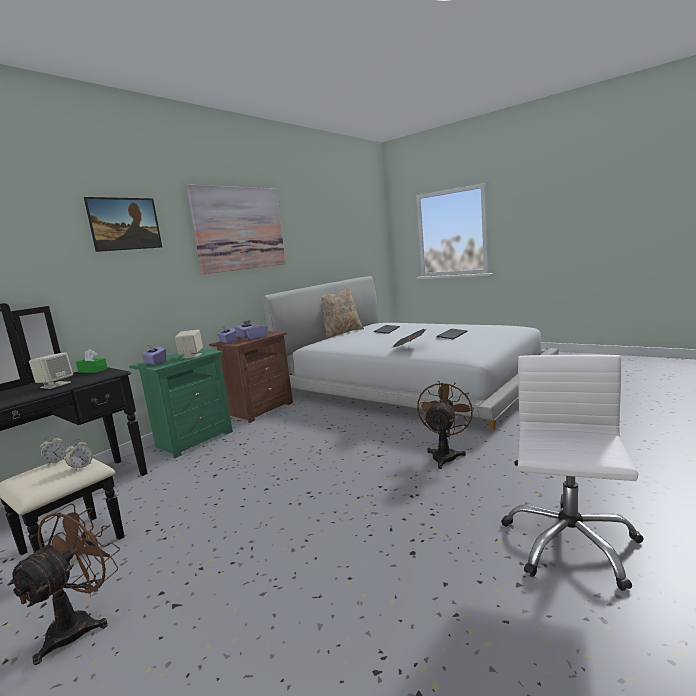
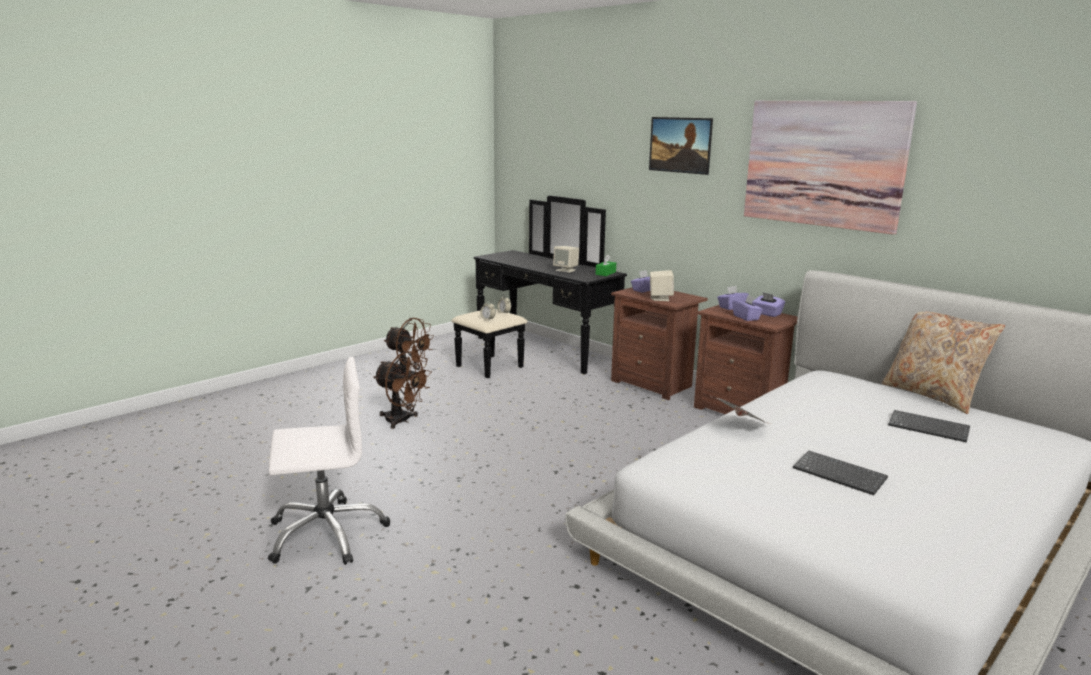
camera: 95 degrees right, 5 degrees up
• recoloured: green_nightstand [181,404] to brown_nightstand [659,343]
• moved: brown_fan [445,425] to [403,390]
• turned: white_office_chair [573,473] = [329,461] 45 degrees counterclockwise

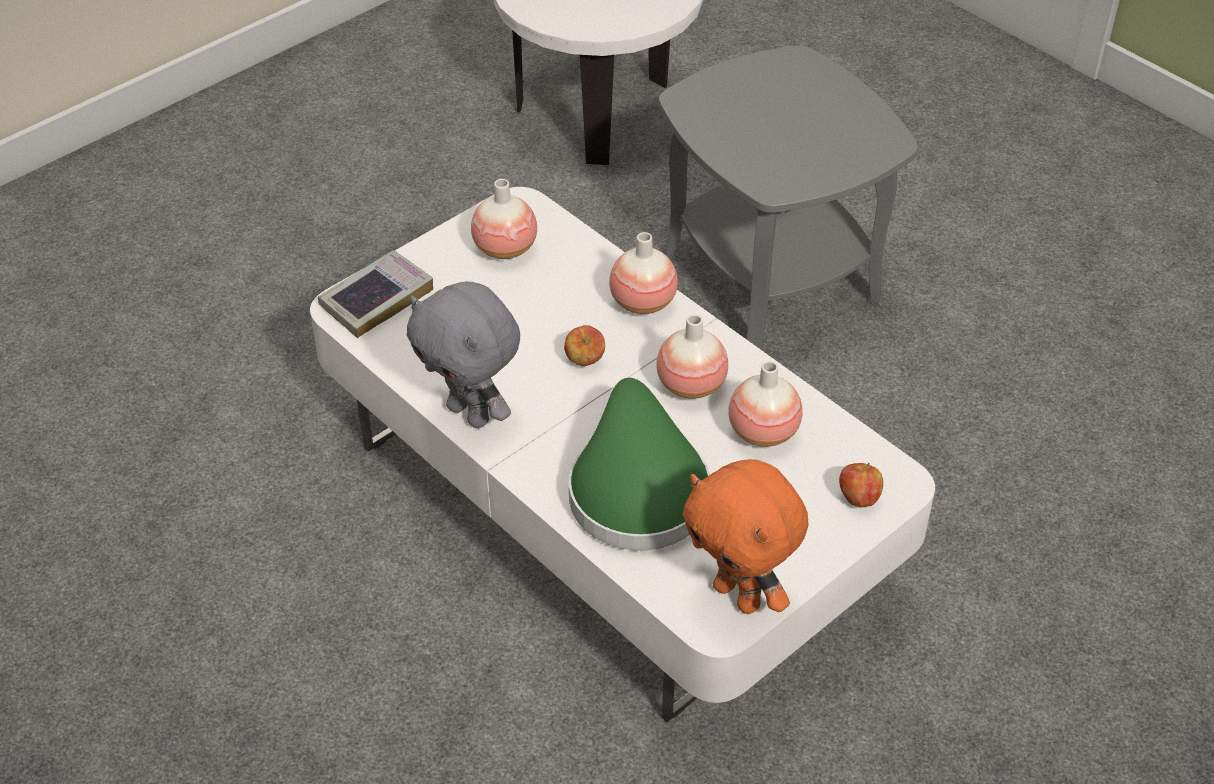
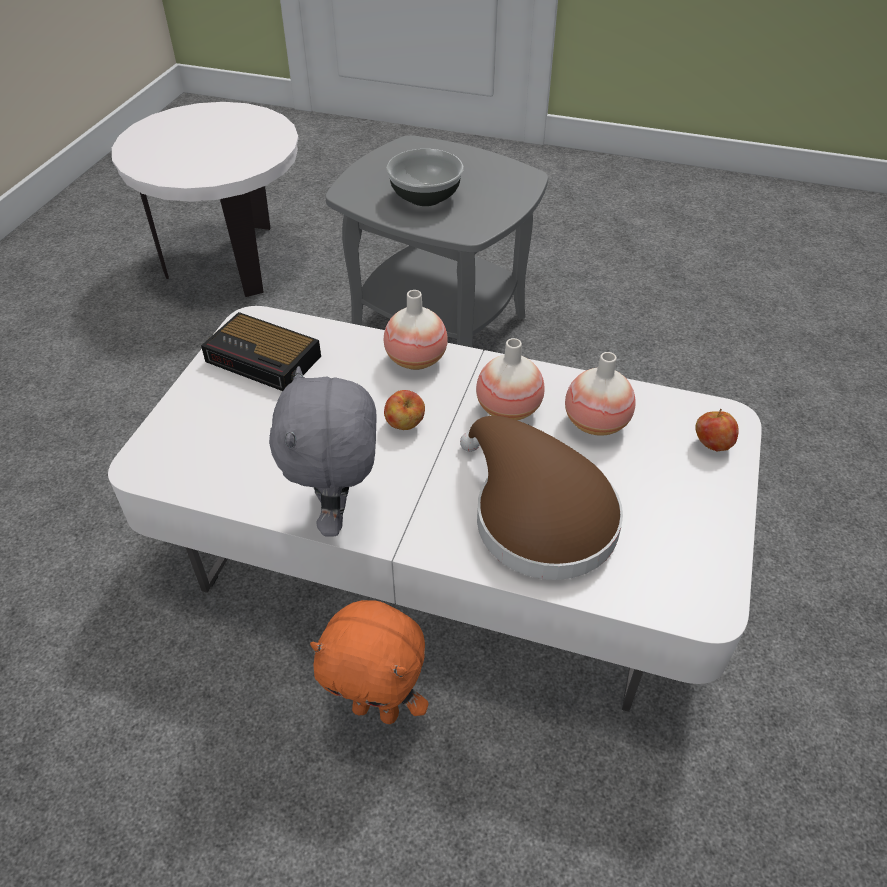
camera: 30 degrees left, 0 degrees up
• removed: book [375,294]
• turned: grey_plush_toy [463,354] = [322,451] 75 degrees clockwise
• replaced: vase [504,219] to alarm_clock [261,351]
• recoloured: green_hat [639,464] to brown_hat [541,498]
• moved: orange_plush_toy [745,536] to [369,662]
• added: bowl [425,177]

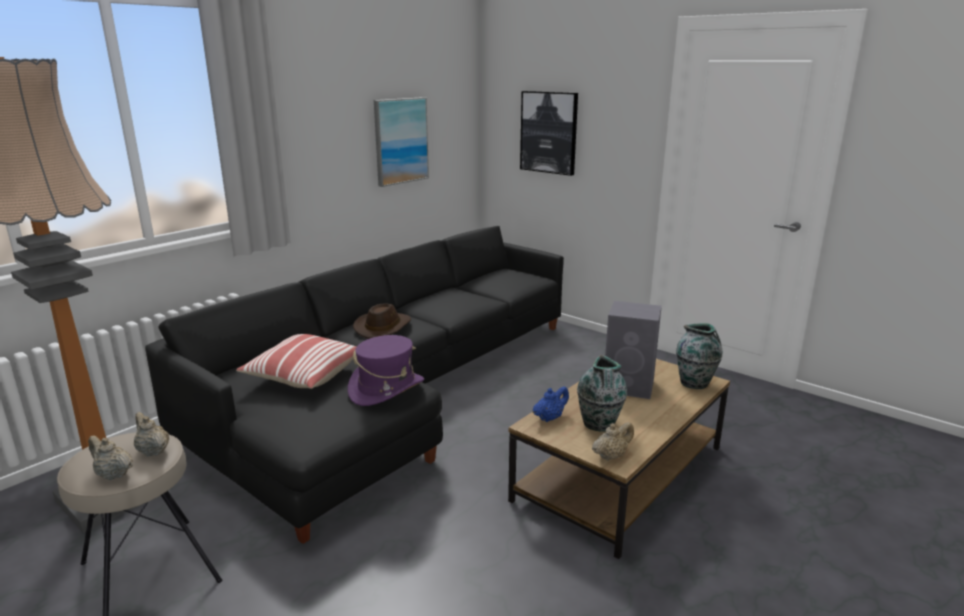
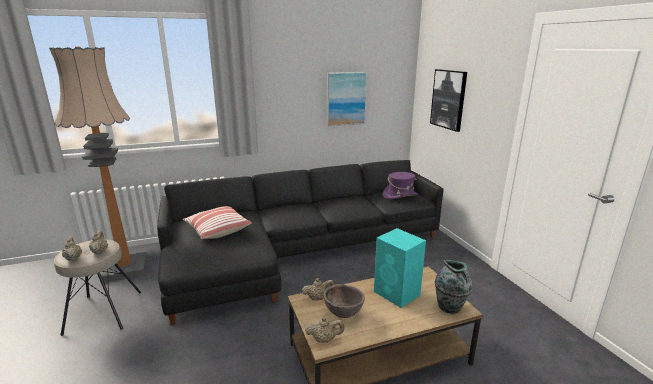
camera: 30 degrees right, 0 degrees up
• moved: purple_hat [386,370] to [401,185]
• removed: brown_hat [382,321]
• recoloured: blue_teapot [551,404] to beige_teapot [318,289]
• replaced: vase [602,393] to brown_bowl [344,301]
• recoloured: grey_speaker [633,350] to turquoise_speaker [400,268]

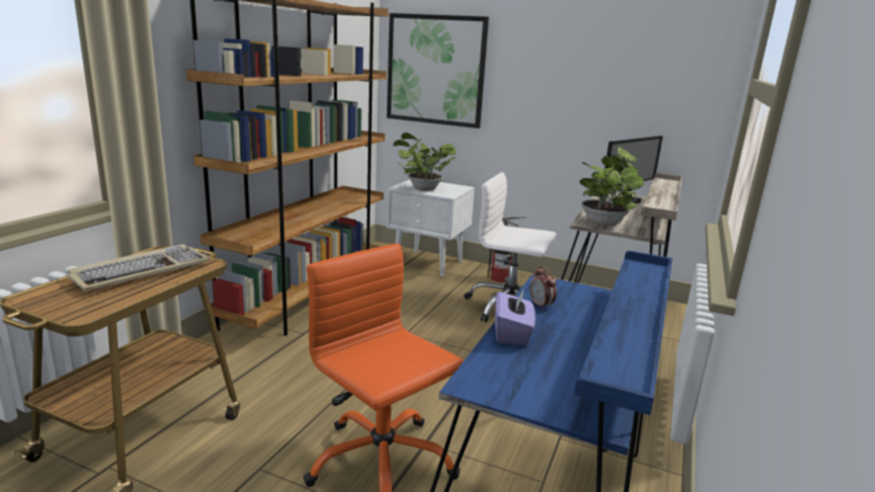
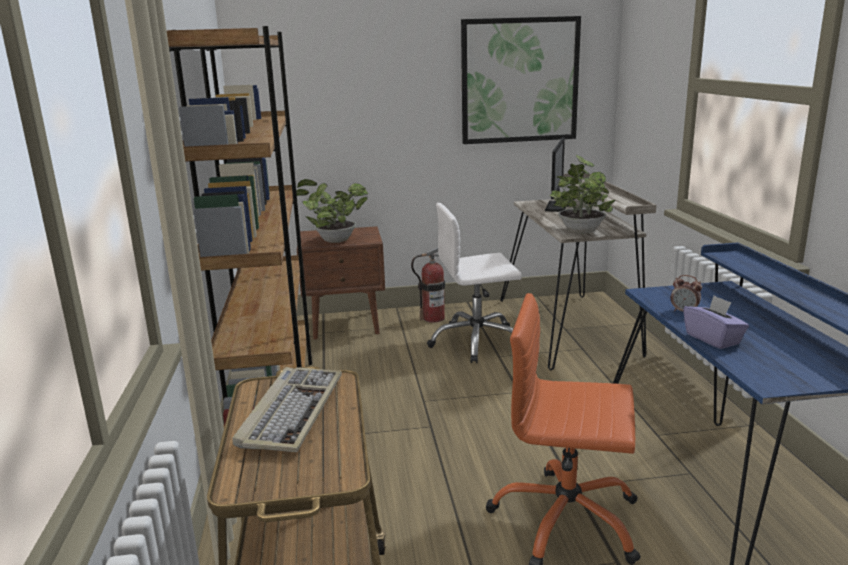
camera: 30 degrees left, 0 degrees up
• recoloured: white_nightstand [430,228] to brown_nightstand [341,283]
• moved: picture [438,70] to [521,80]

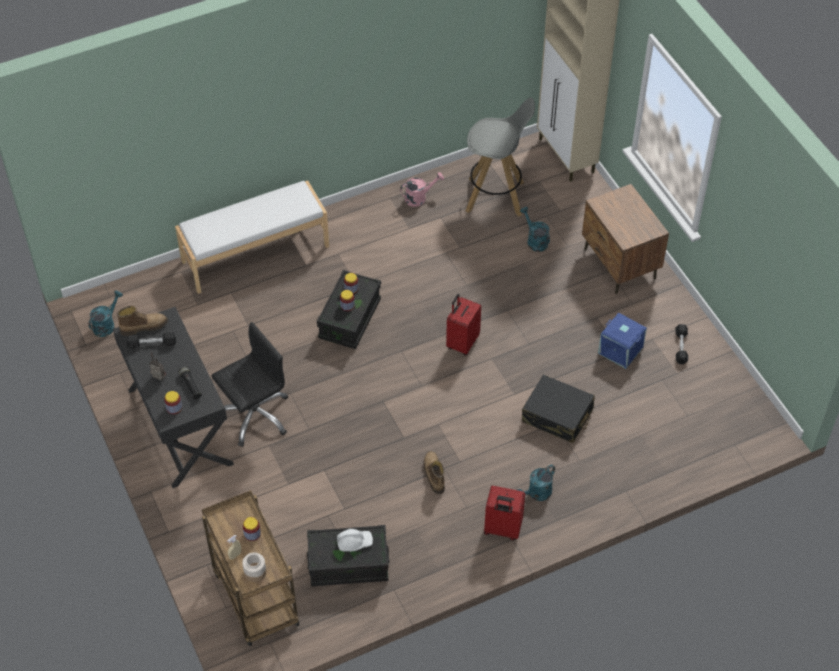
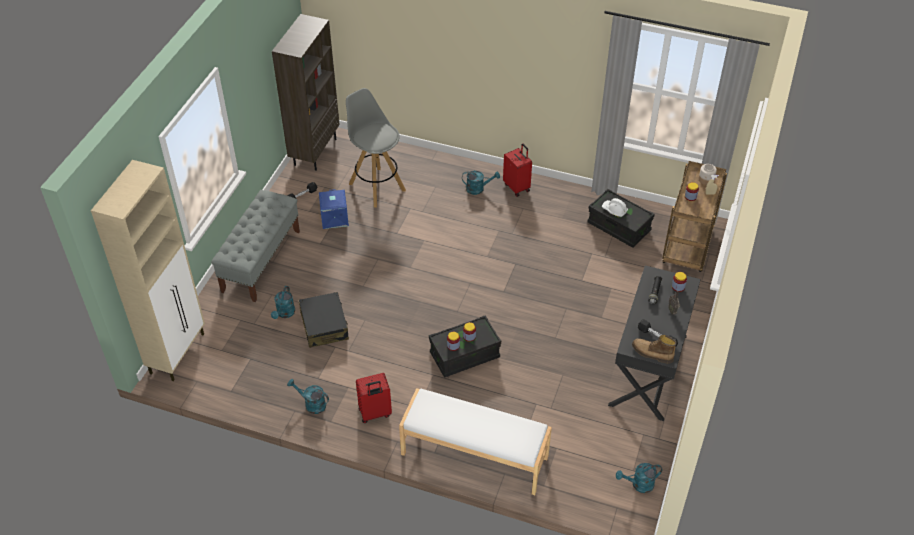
camera: 135 degrees left, 5 degrees down
• removed: black_office_chair [249,384]
• recoloured: pink_watering_can [422,189] to turquoise_watering_can [308,396]
• removed: boot [434,472]
• moved: red_suitcase [463,324] to [374,398]
• moved: grey_stool [500,156] to [376,148]
• moved: black_suitcase [558,409] to [324,320]
• replaced: brown_nightstand [625,239] to grey_bench [255,246]
• added: brown_bookcase [306,92]

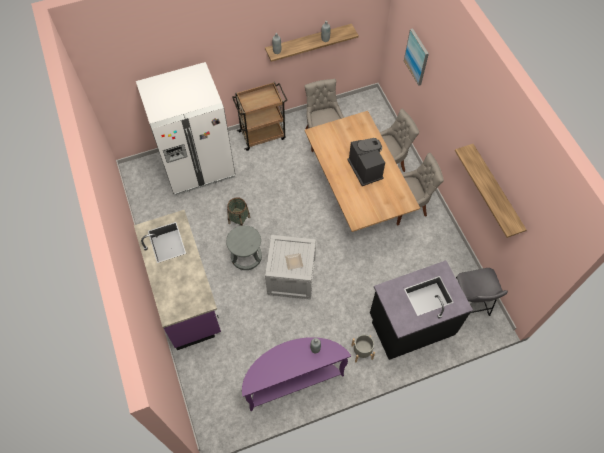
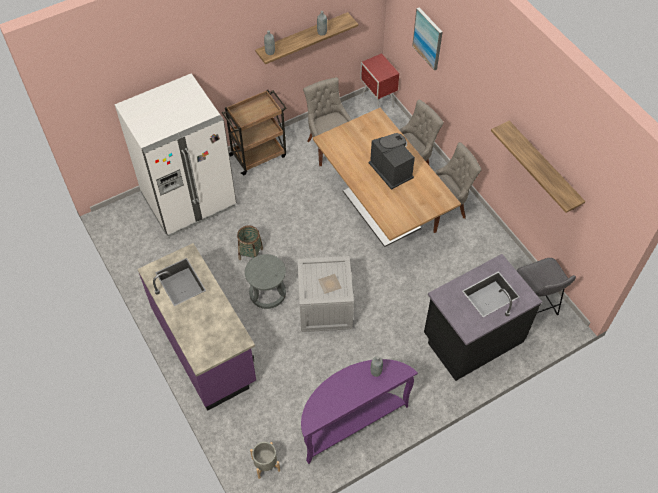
camera: 10 degrees left, 5 degrees down
• moved: grey_planter [363,348] to [265,460]
• added: red_nightstand [379,81]

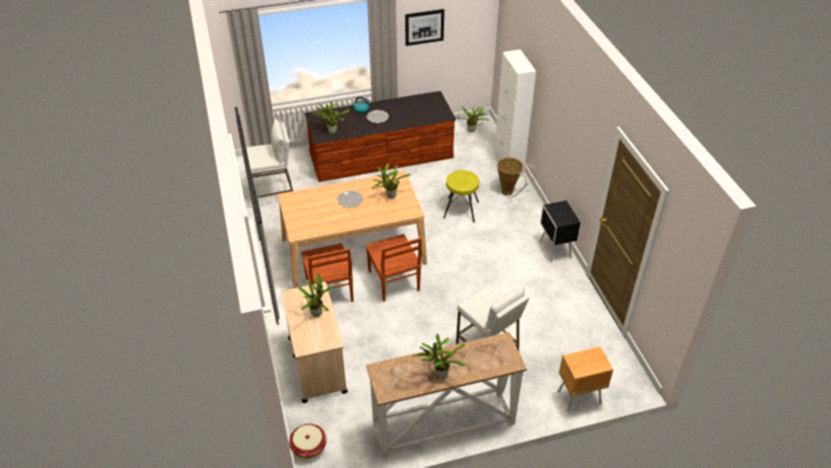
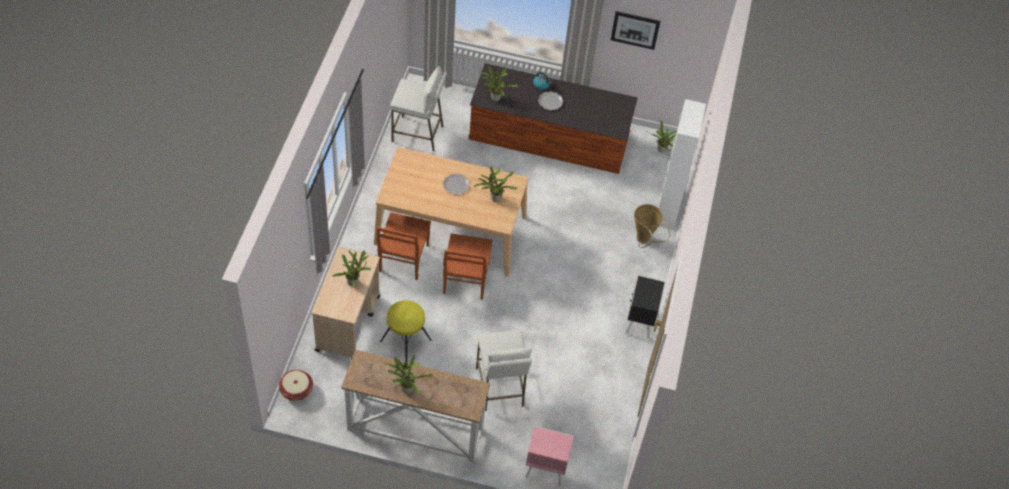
camera: 25 degrees right, 10 degrees up
• moved: yellow_stool [461,196] to [405,331]
• recoloured: brown_nightstand [585,379] to pink_nightstand [549,456]

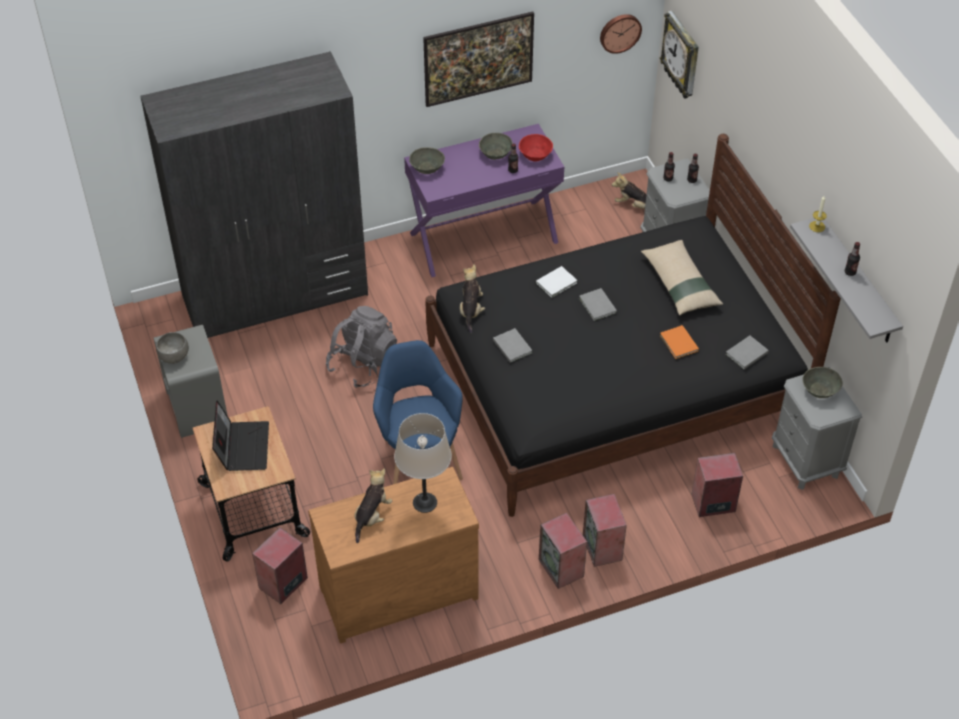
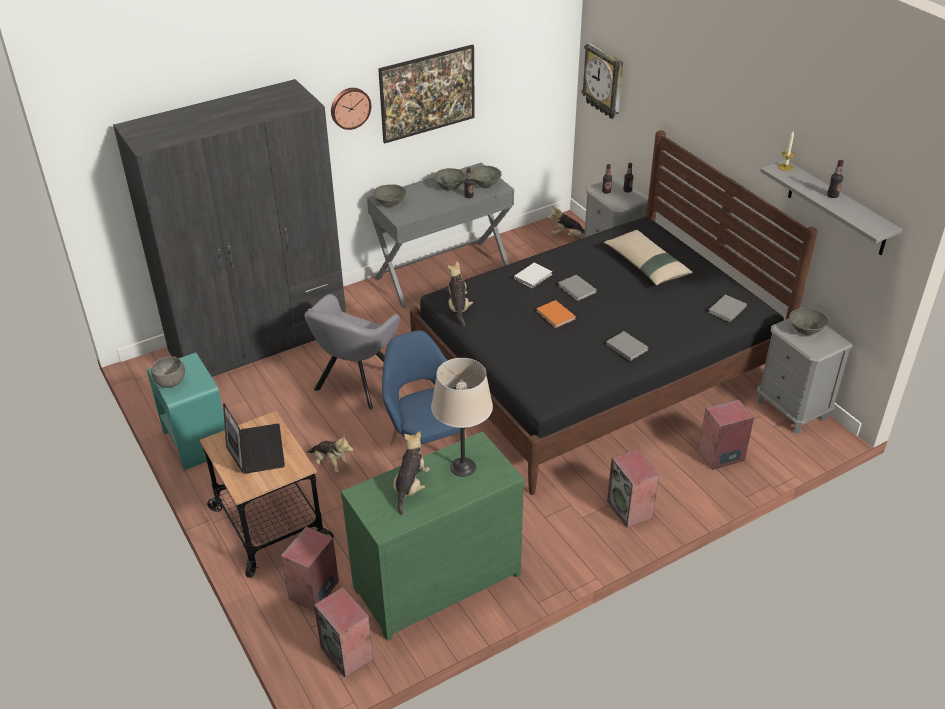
camera: 10 degrees left, 10 degrees down
• recoloured: grey_nightstand [191,381] to turquoise_nightstand [186,411]
• recoloured: brown_dresser [393,555] to green_dresser [433,536]
• replaced: grey_backpack [361,347] to grey_armchair [352,351]
• recoloured: purple_desk [484,200] to grey_desk [440,236]
• moved: grey_book [513,345] to [627,346]
• recoloured: red_bowl [536,148] to grey_bowl [486,177]
• moved: speaker [563,551] to [343,632]
• moved: wall_clock [621,34] to [351,109]
• moved: orange_book [679,342] to [556,314]
• added: plush_toy [330,453]

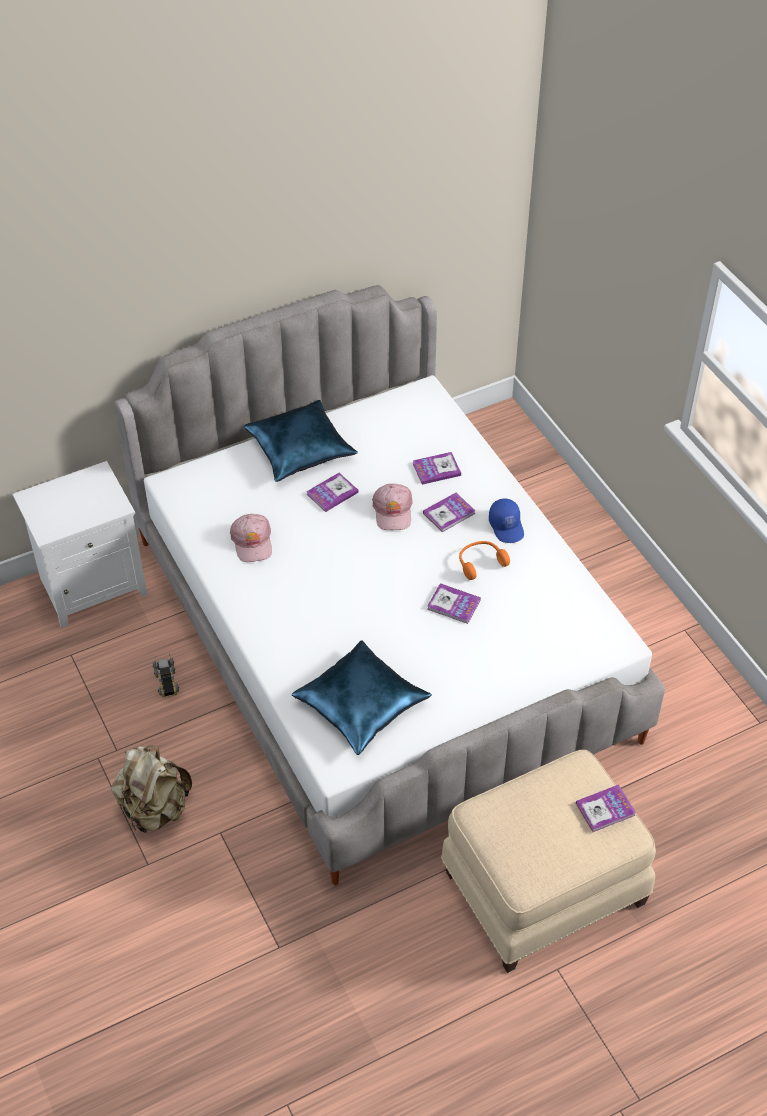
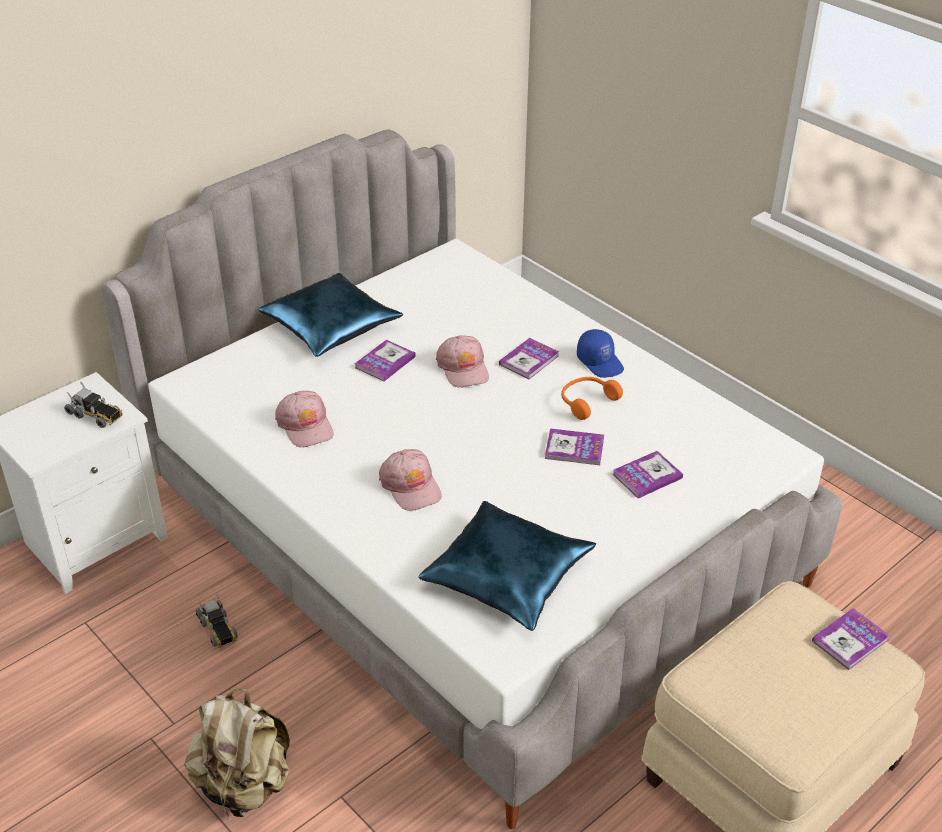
camera: 15 degrees left, 10 degrees down
• moved: book [437,468] to [647,474]
• added: toy_truck [93,405]
• added: pink_cap [410,480]

